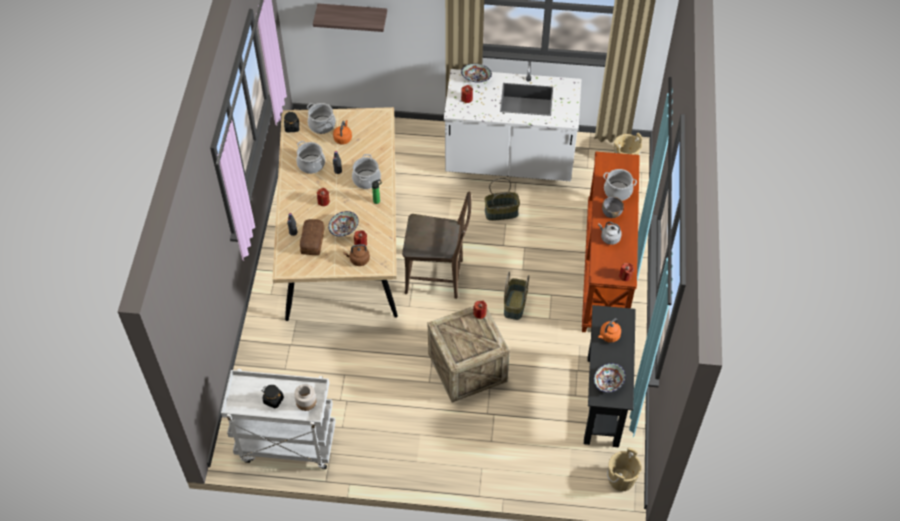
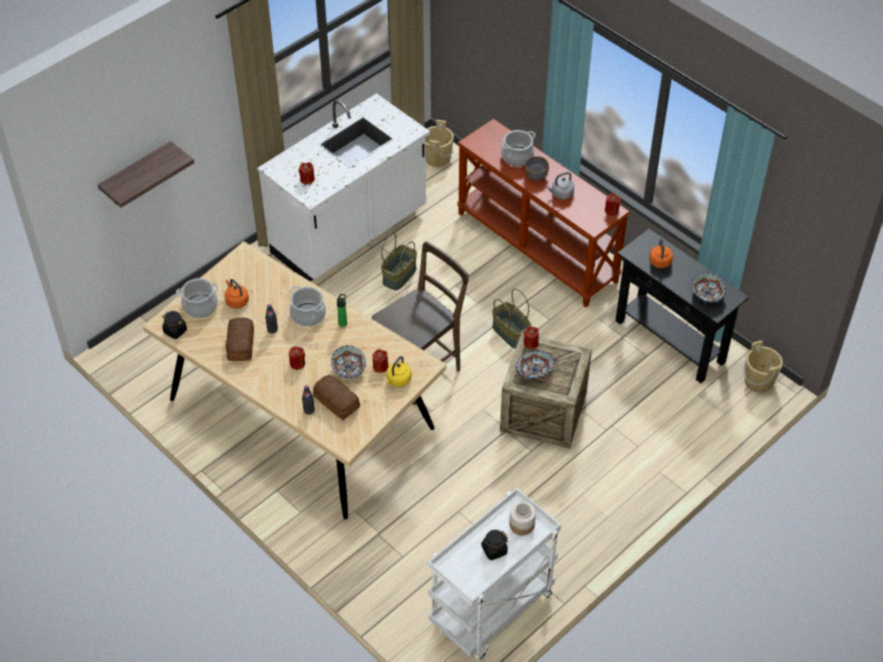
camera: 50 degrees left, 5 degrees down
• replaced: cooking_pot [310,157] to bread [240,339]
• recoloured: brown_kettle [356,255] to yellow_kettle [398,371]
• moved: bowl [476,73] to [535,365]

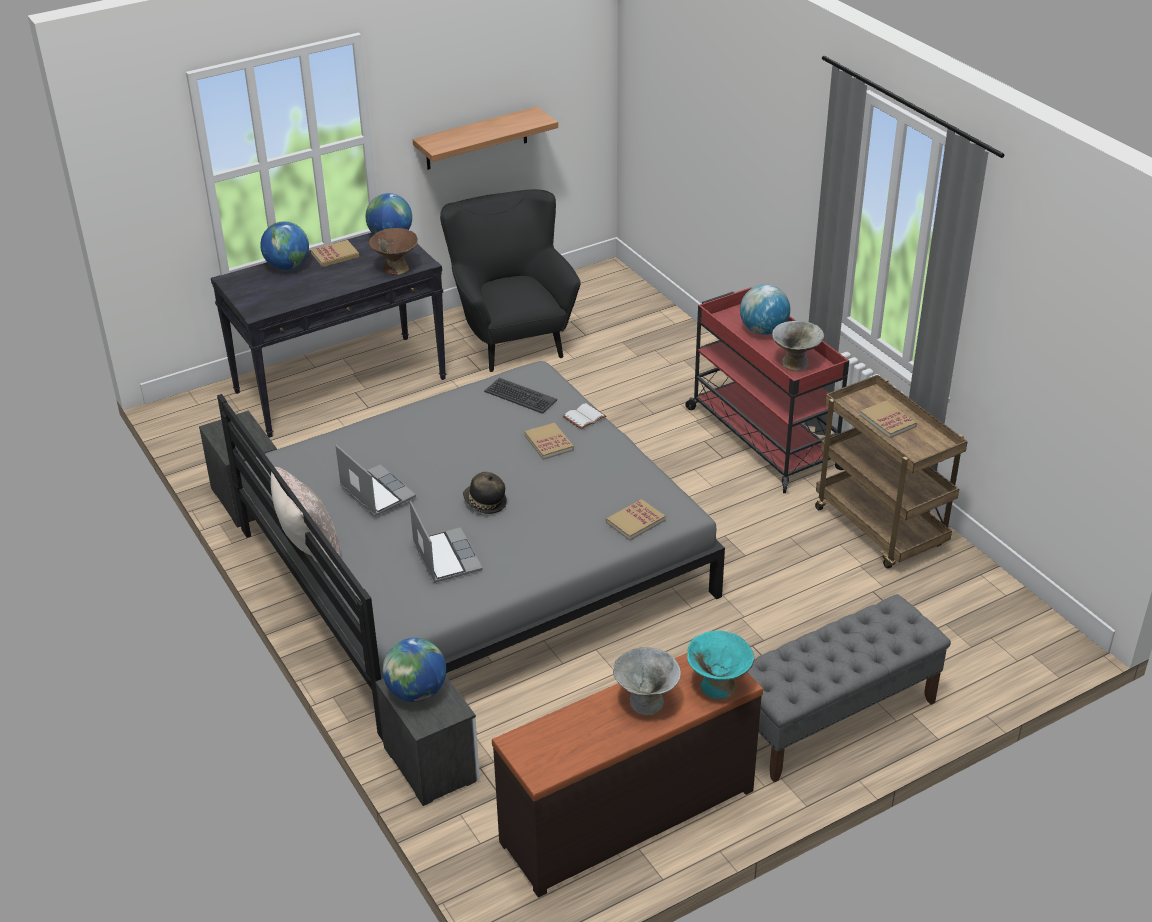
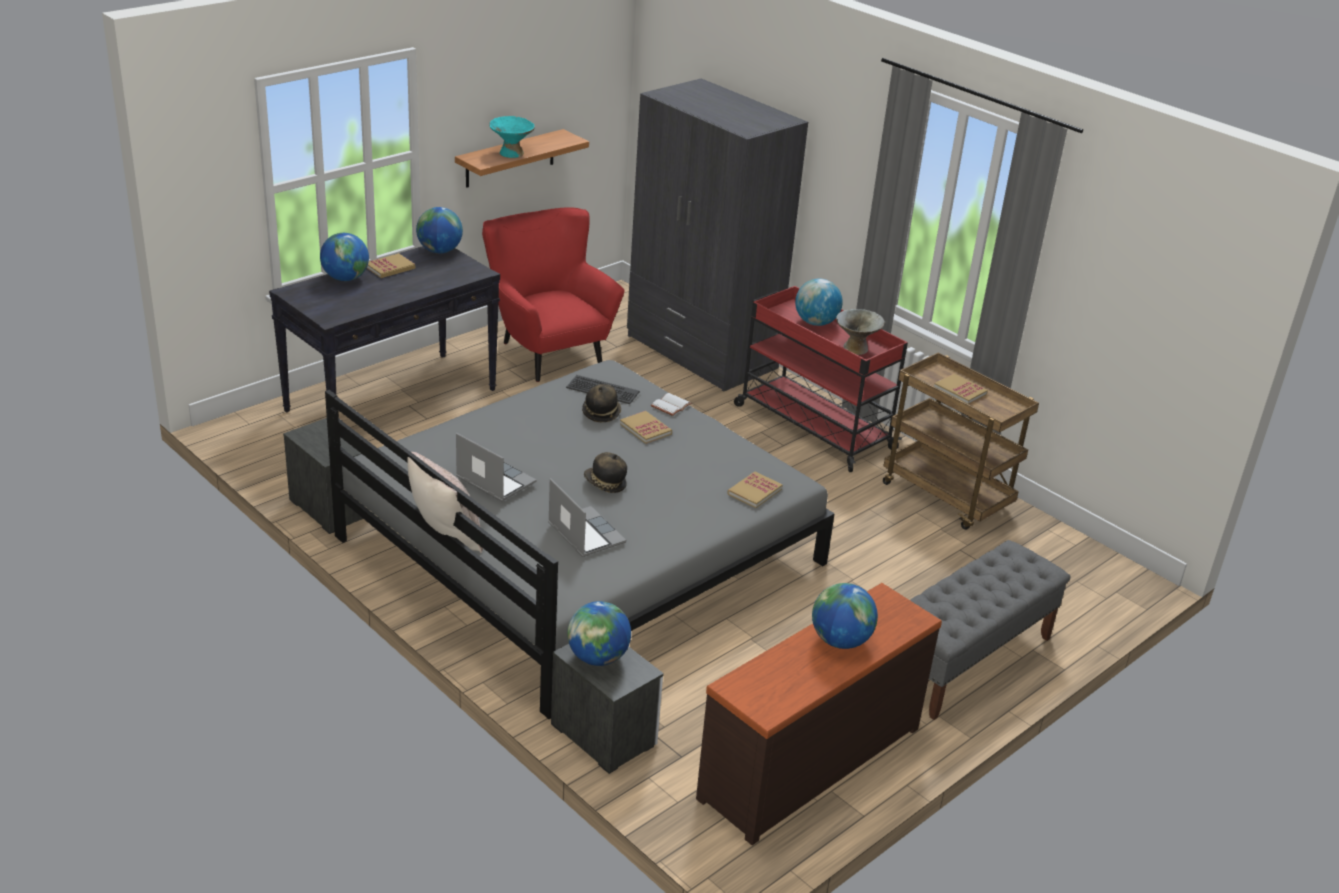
camera: 15 degrees left, 5 degrees down
• removed: brown_bowl [393,251]
• recoloured: black_armchair [510,280] to red_armchair [553,294]
• replaced: grey_bowl [647,681] to globe [845,616]
• moved: turquoise_bowl [720,665] to [512,137]
• added: hat [601,403]
• added: grey_wardrobe [717,235]

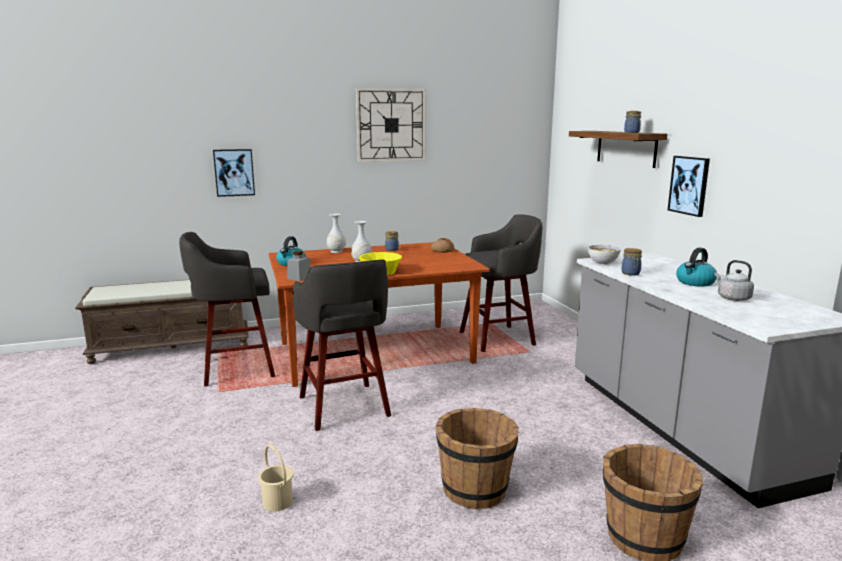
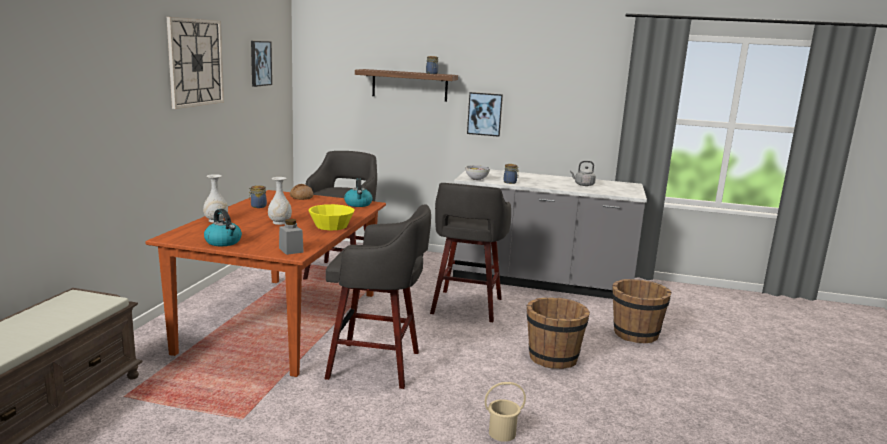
camera: 60 degrees left, 0 degrees up
• moved: grey_stool [227,309] to [470,252]
• moved: picture [234,173] to [261,64]
• moved: kettle [696,267] to [358,192]

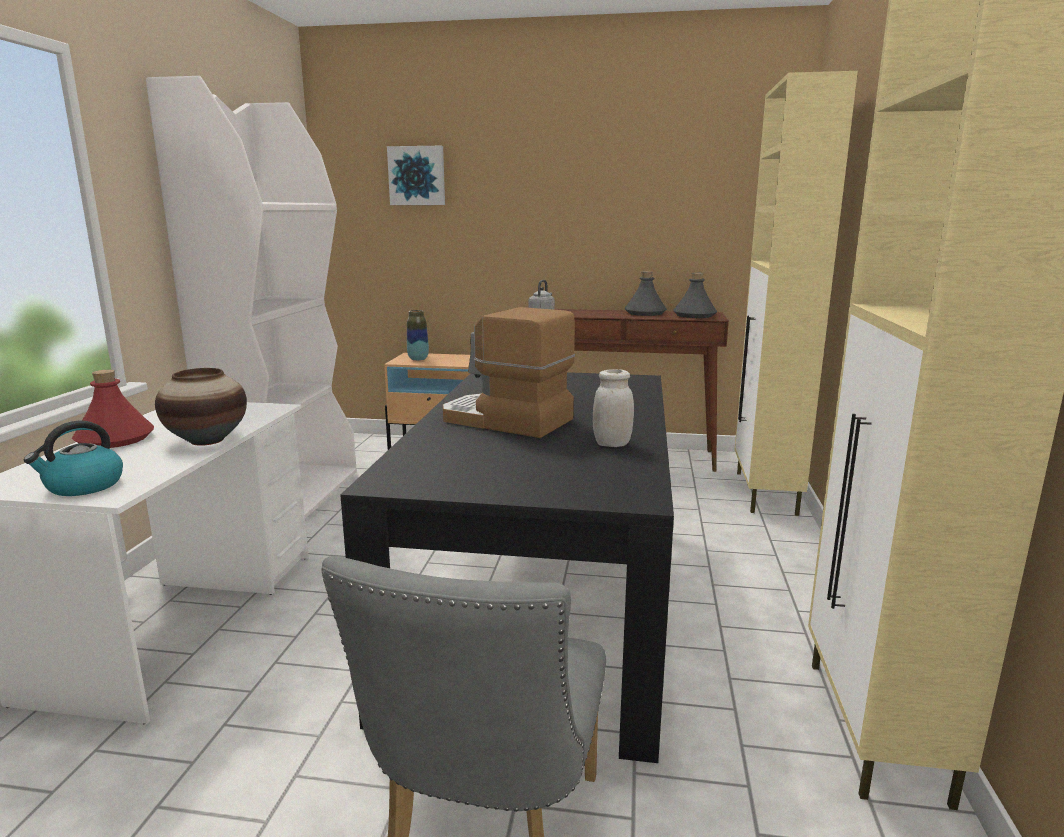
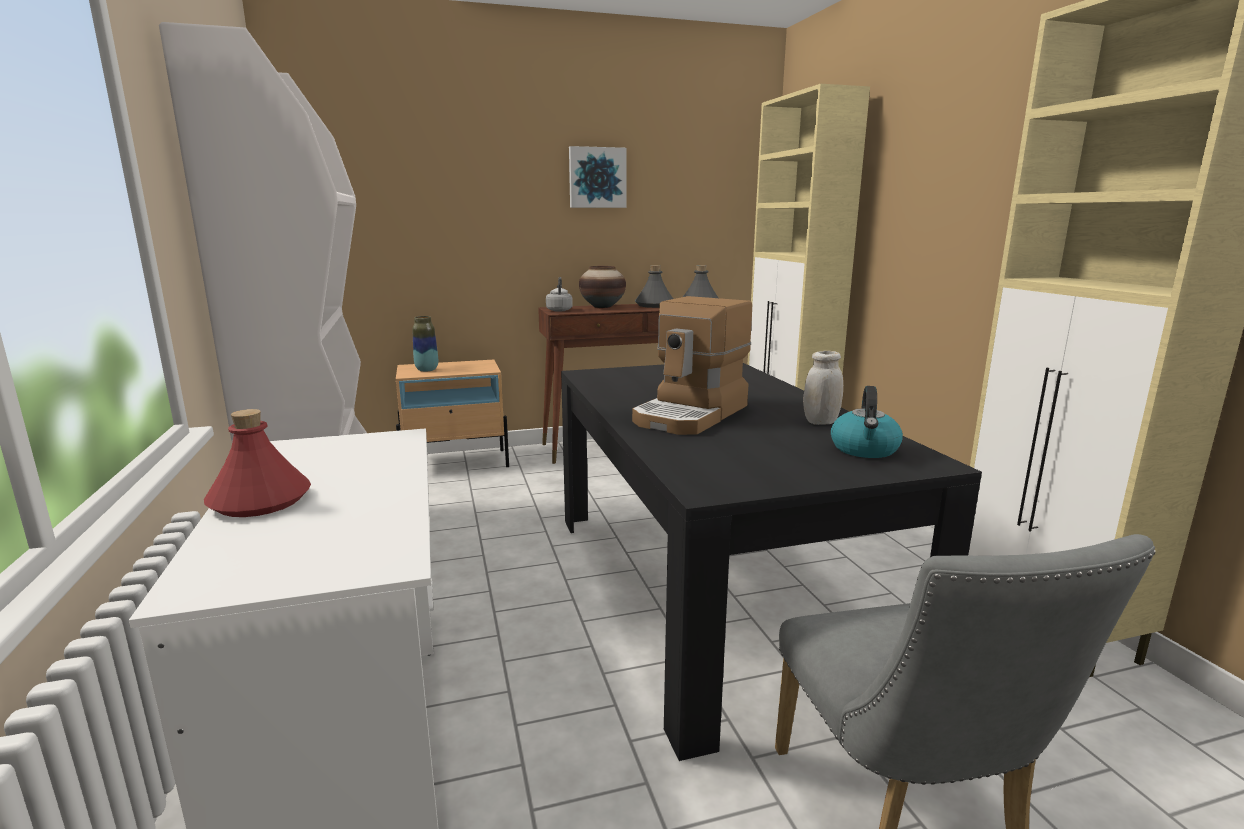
camera: 25 degrees left, 0 degrees up
• moved: kettle [73,458] to [867,422]
• moved: vase [201,407] to [602,287]
• moved: picture [416,175] to [598,177]
• turned: coffee_machine [509,372] = [692,365] 60 degrees counterclockwise

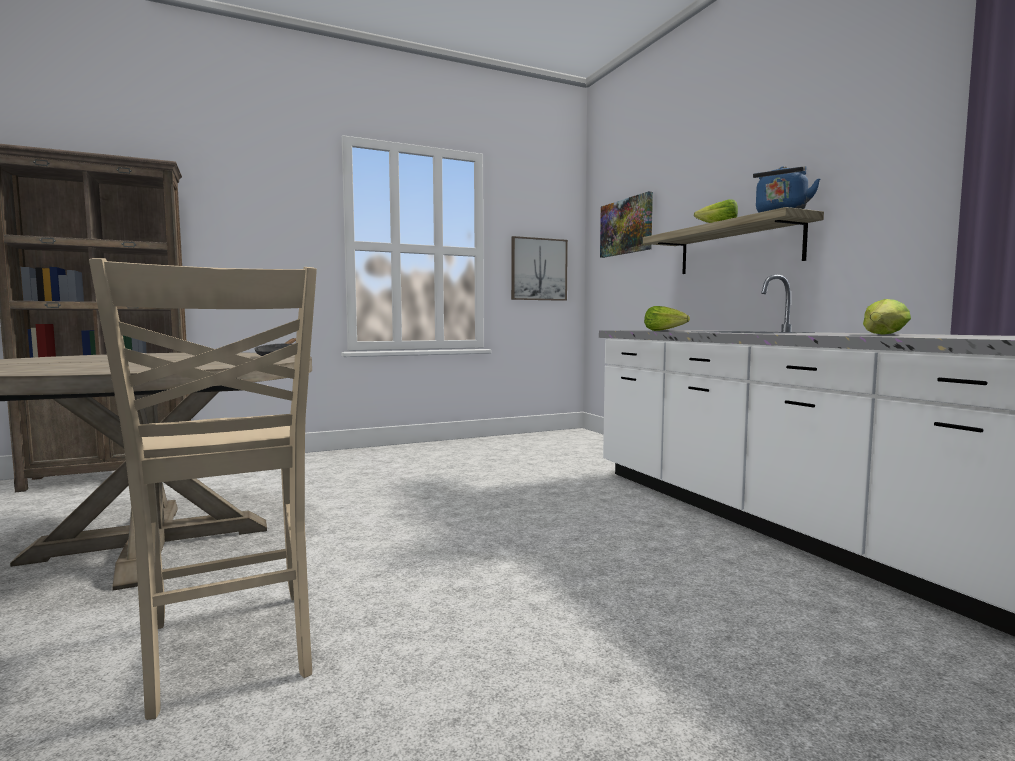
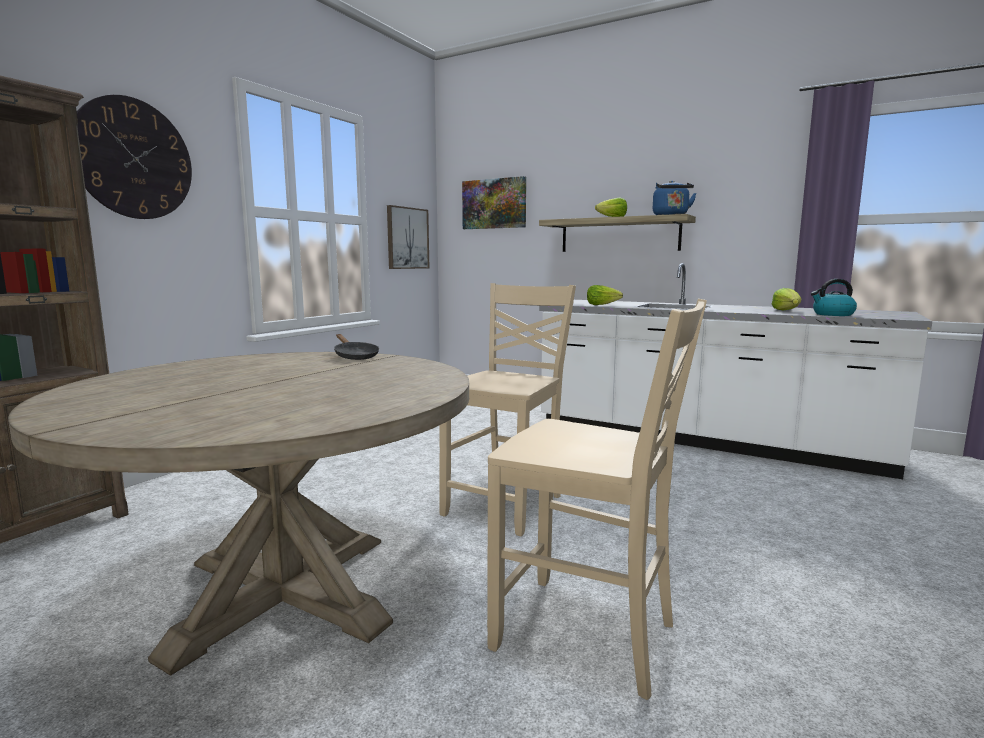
camera: 35 degrees left, 5 degrees up
• added: wall_clock [134,157]
• added: beige_chair [507,410]
• added: kettle [834,297]

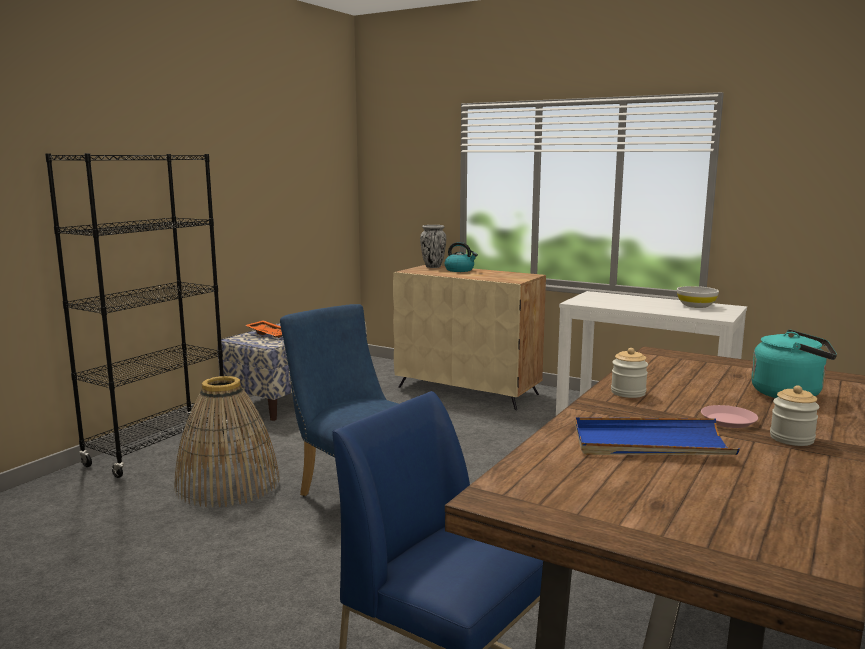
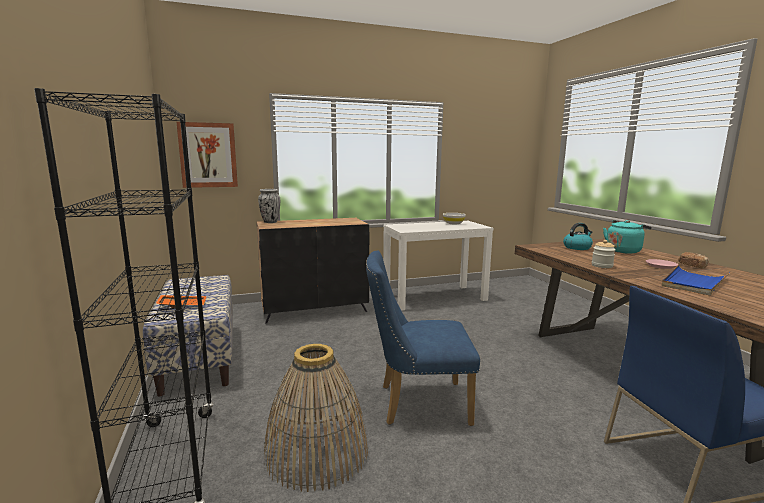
camera: 50 degrees left, 0 degrees up
• recoloured: beige_cabinet [469,337] to black_cabinet [313,270]
• moved: kettle [461,257] to [578,236]
• replaced: jar [794,415] to bread [693,260]
• added: picture [207,155]

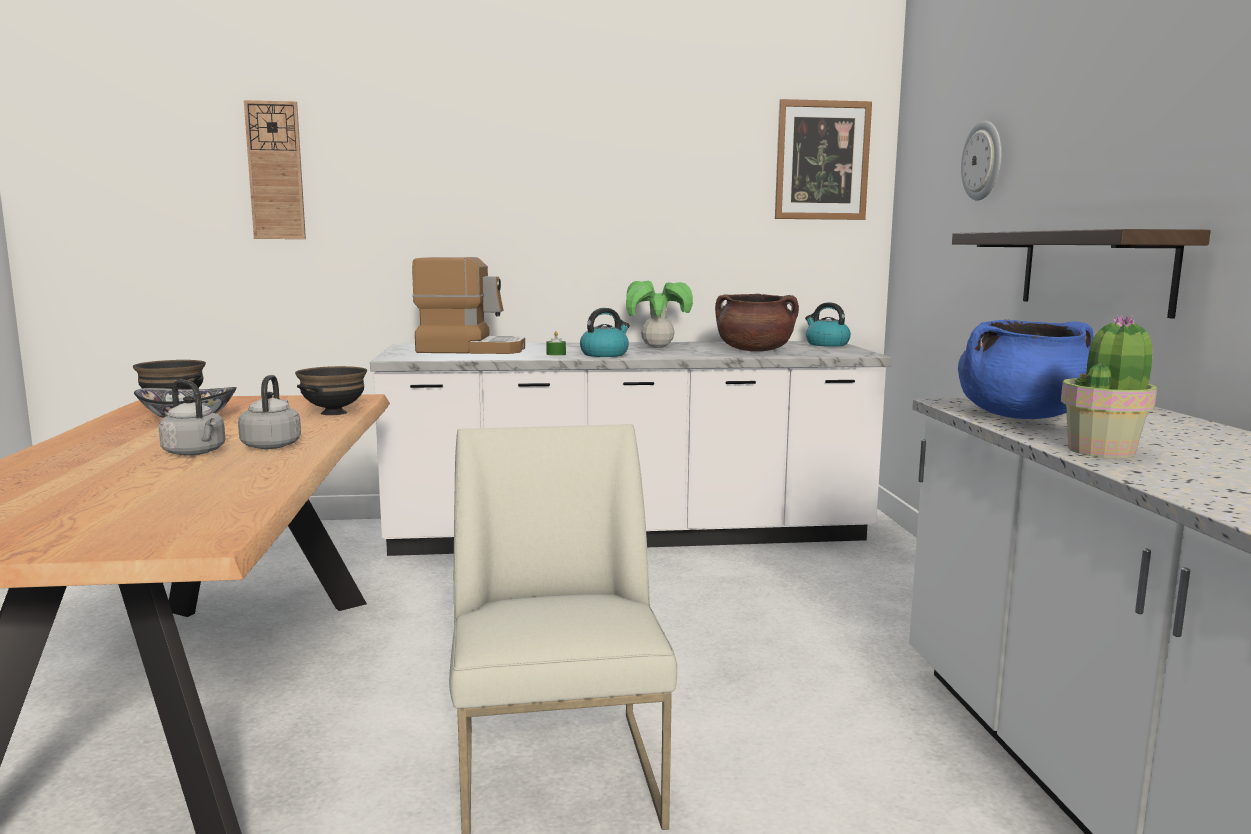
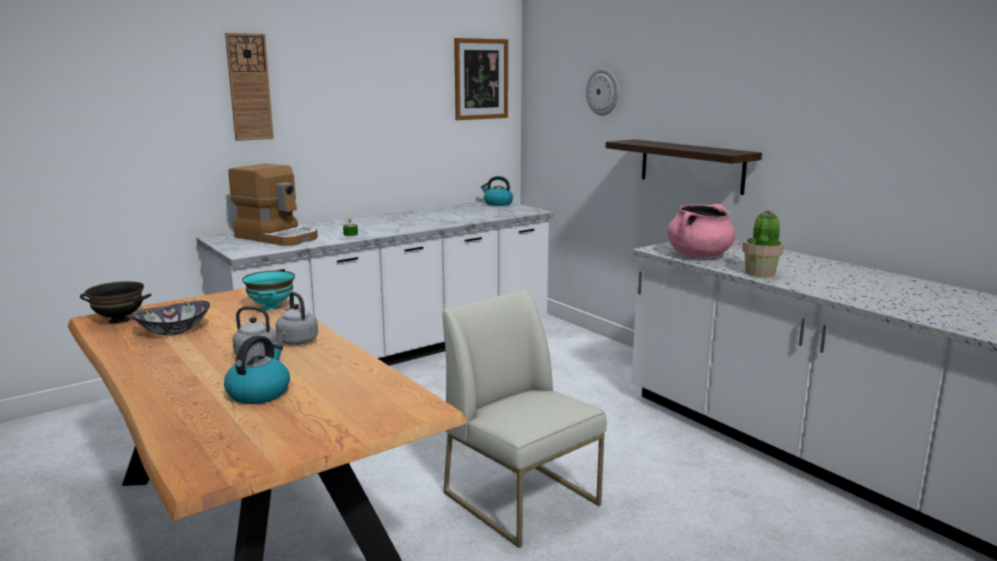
camera: 30 degrees left, 5 degrees up
• moved: wall_clock [275,169] to [249,87]
• recoloured: black_bowl [331,390] to turquoise_bowl [268,290]
• turned: coffee_machine [468,305] = [273,204] 60 degrees clockwise
• moved: kettle [605,332] to [257,369]
• removed: potted_plant [659,314]
• removed: brown_cooking_pot [757,322]
• recoloured: blue_cooking_pot [1026,369] to pink_cooking_pot [701,230]

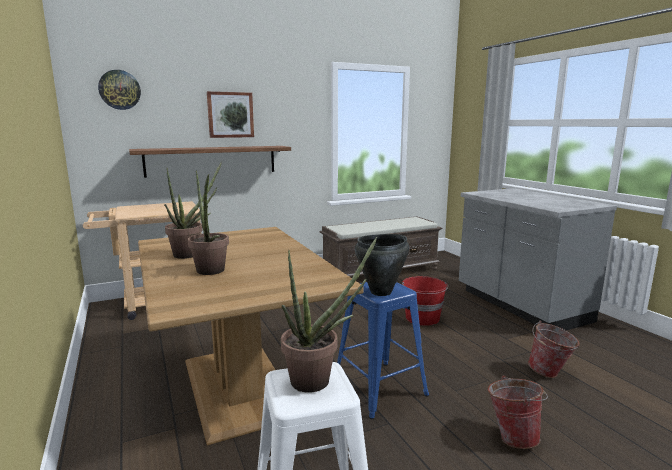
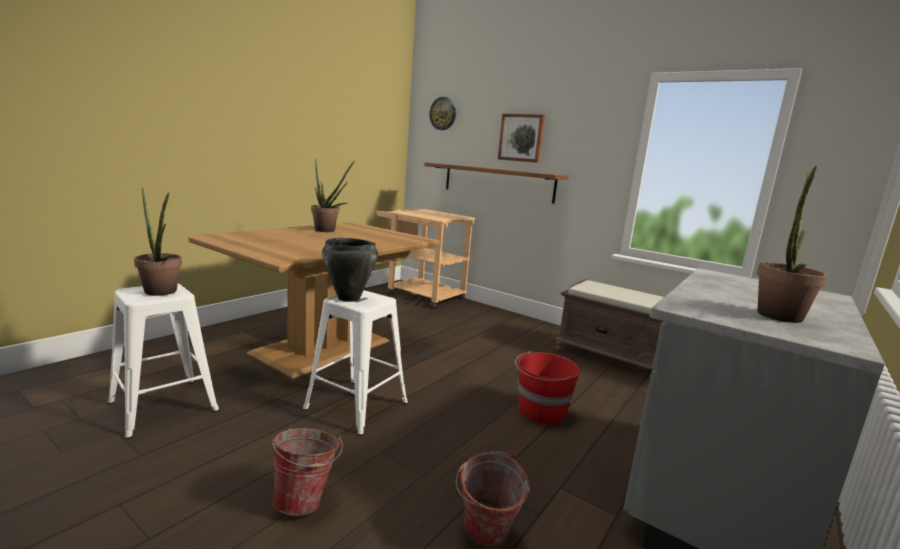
camera: 60 degrees right, 0 degrees up
• moved: potted_plant [208,222] to [792,244]
• recoloured: blue_stool [383,350] to white_stool [355,363]

